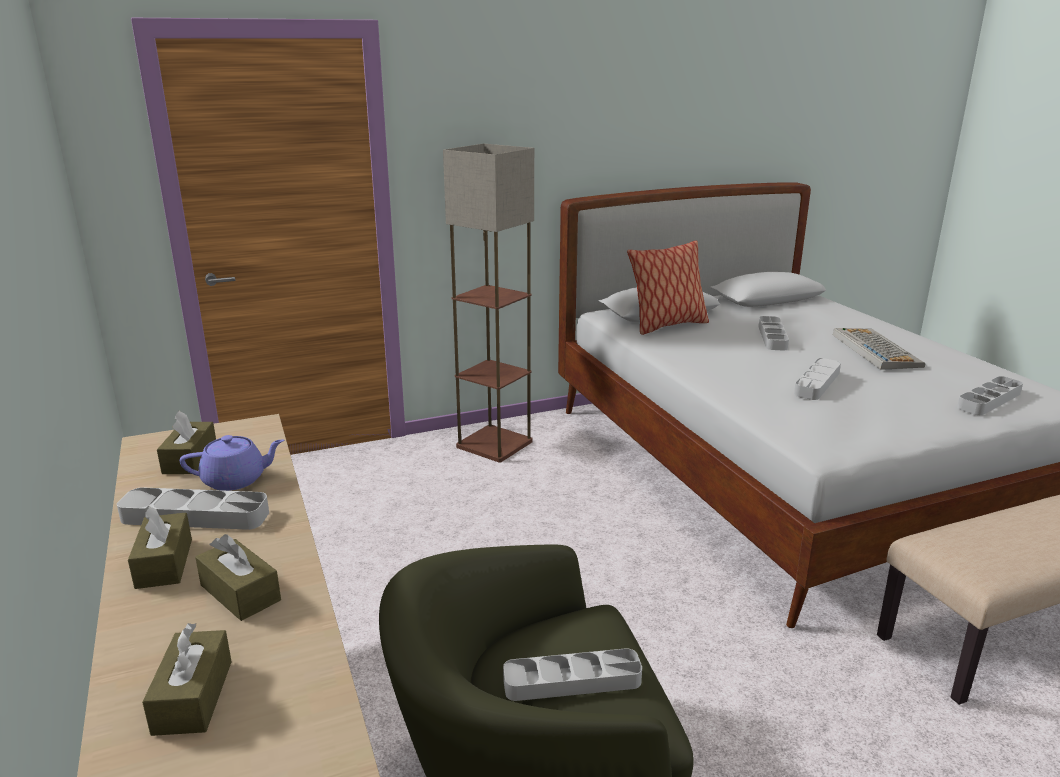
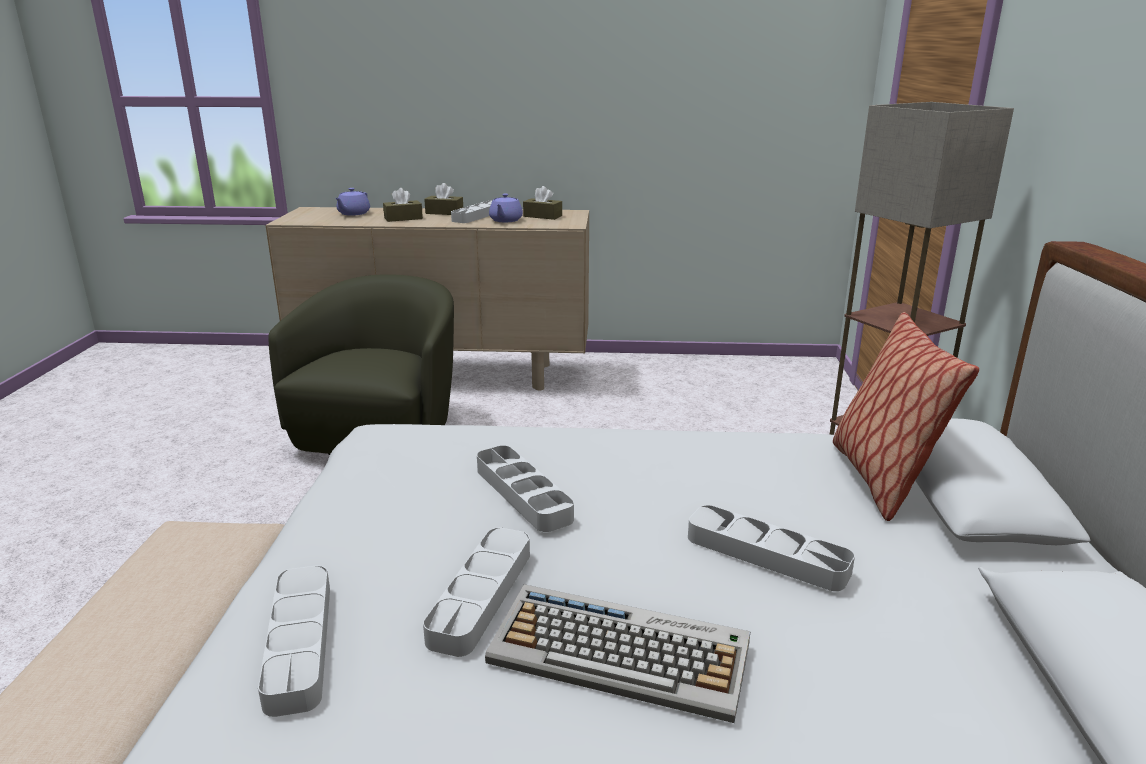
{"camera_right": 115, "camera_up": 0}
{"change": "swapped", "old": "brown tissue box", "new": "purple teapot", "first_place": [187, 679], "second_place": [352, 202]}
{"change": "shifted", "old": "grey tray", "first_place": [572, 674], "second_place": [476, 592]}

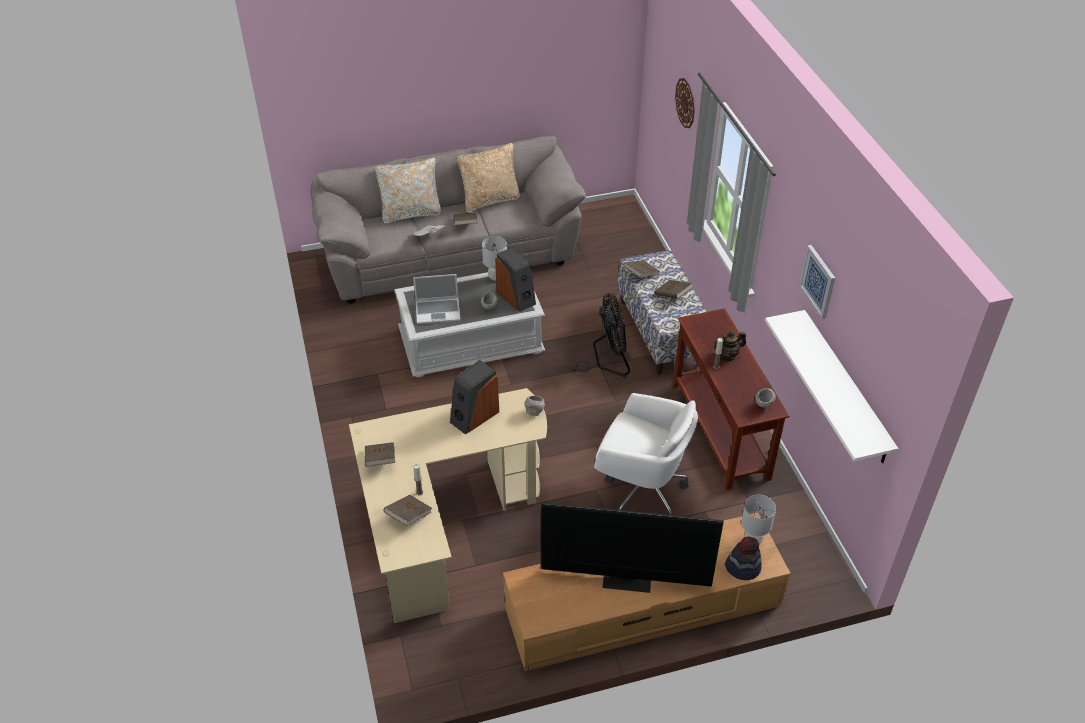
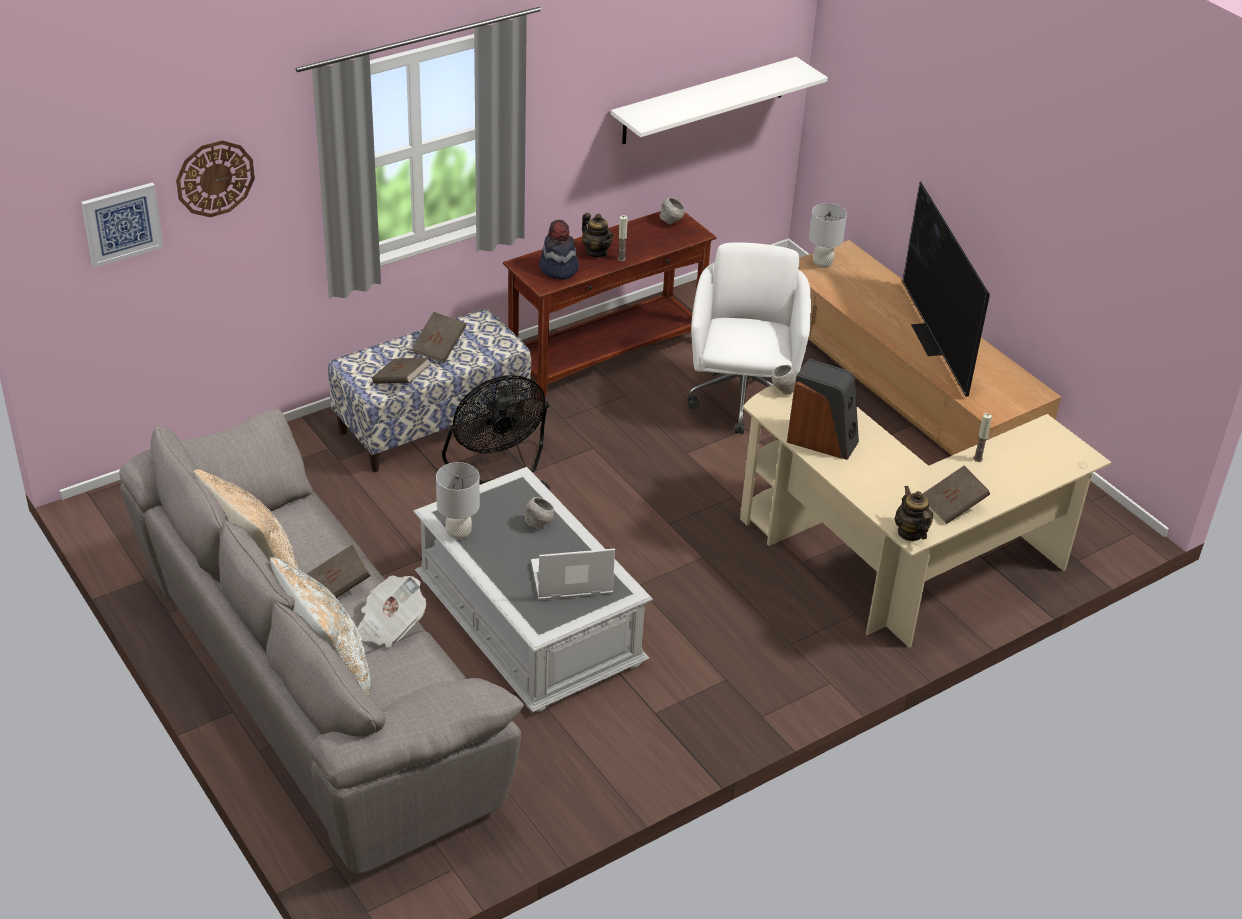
{"camera_right": -110, "camera_up": -5}
{"change": "shifted", "old": "picture", "first_place": [817, 282], "second_place": [122, 225]}
{"change": "rotated", "old": "laptop", "first_place": [436, 299], "second_place": [573, 574], "degrees": -75}
{"change": "shifted", "old": "hat", "first_place": [743, 558], "second_place": [559, 250]}
{"change": "new", "new": "teapot", "second_place": [914, 513]}
{"change": "gone", "old": "brown book", "first_place": [408, 510]}
{"change": "gone", "old": "speaker", "first_place": [515, 279]}

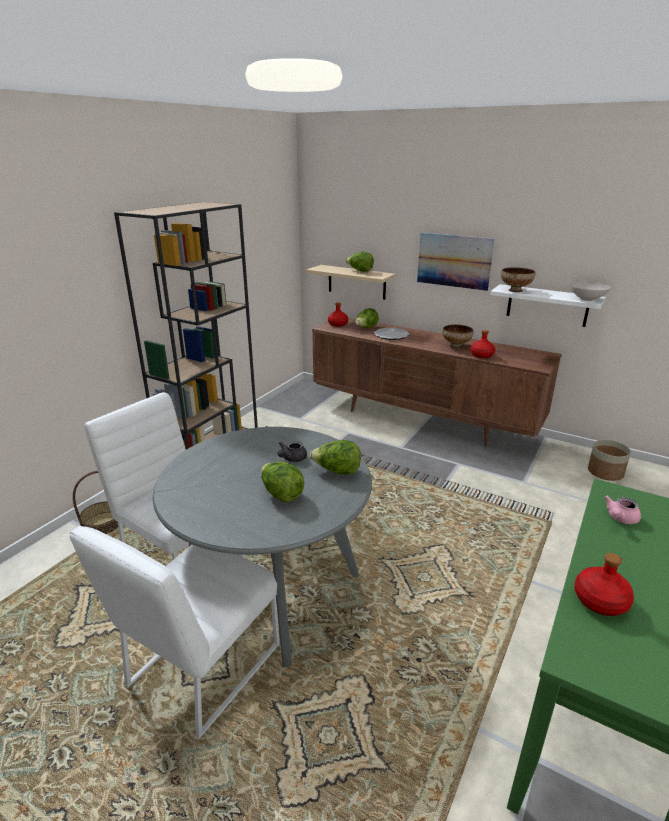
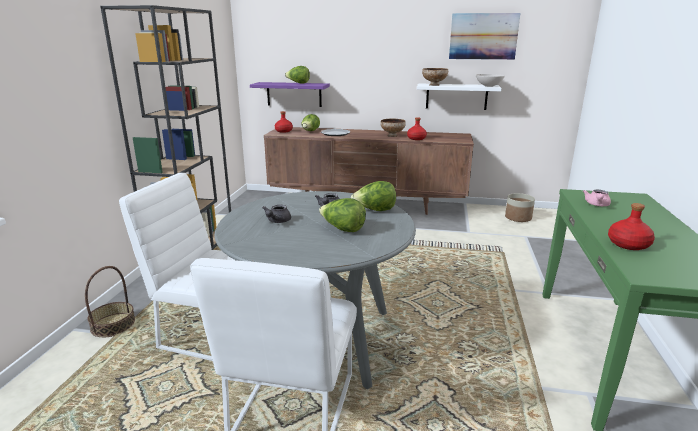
{"camera_right": -20, "camera_up": -5}
{"change": "repainted", "old": "beige shelf", "new": "purple shelf", "first_place": [351, 282], "second_place": [290, 94]}
{"change": "new", "new": "grey teapot", "second_place": [276, 214]}
{"change": "shifted", "old": "picture", "first_place": [455, 262], "second_place": [484, 36]}

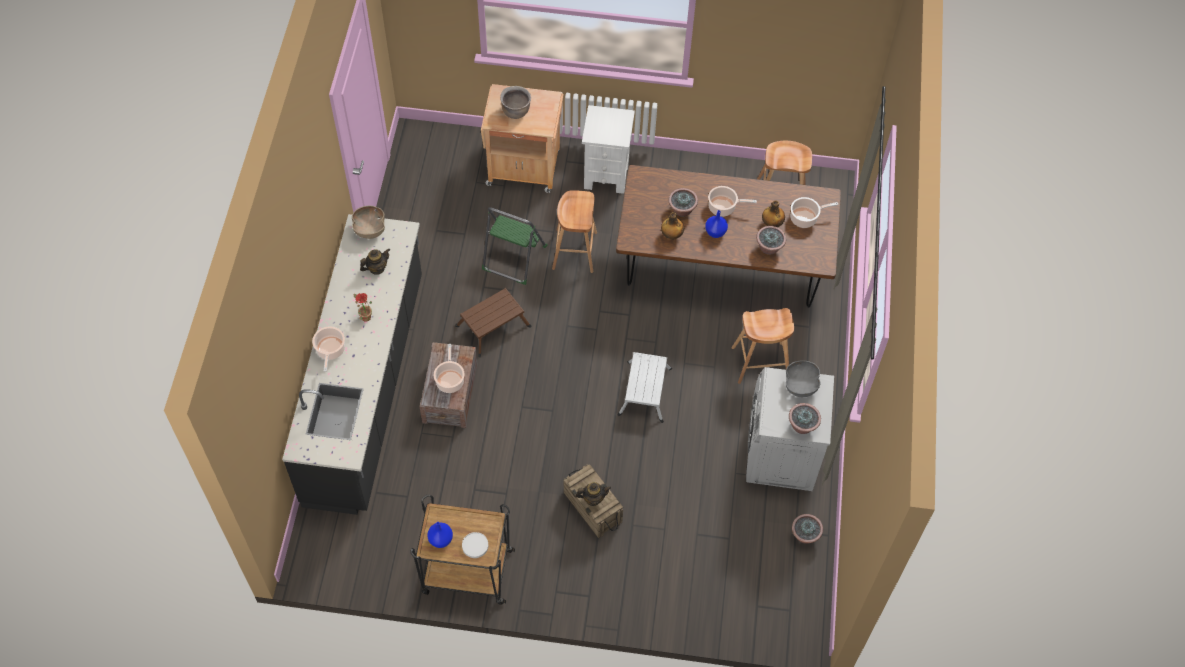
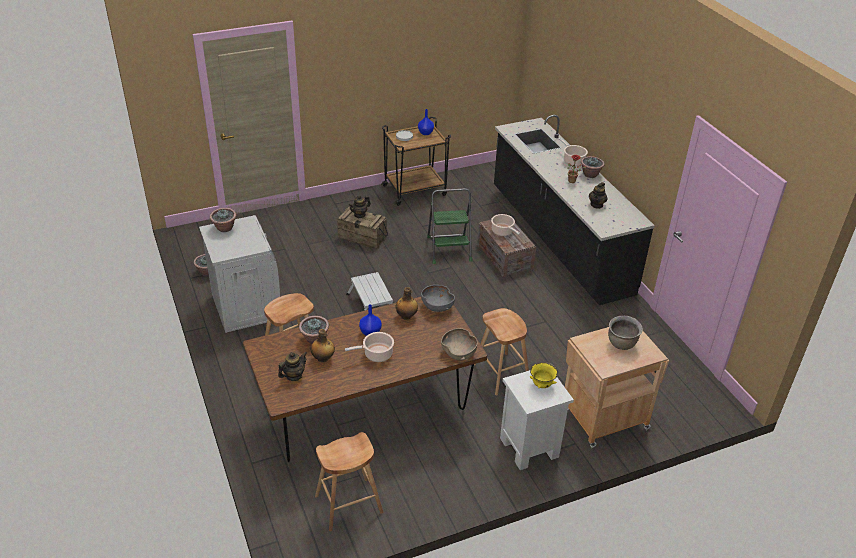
{"camera_right": 150, "camera_up": -20}
{"change": "swapped", "old": "cooking pot", "new": "teapot", "first_place": [814, 212], "second_place": [292, 366]}
{"change": "shifted", "old": "grey bowl", "first_place": [803, 378], "second_place": [438, 298]}
{"change": "shifted", "old": "green step ladder", "first_place": [515, 246], "second_place": [450, 226]}
{"change": "shifted", "old": "brown bowl", "first_place": [368, 222], "second_place": [459, 344]}
{"change": "new", "new": "yellow bowl", "second_place": [544, 375]}
{"change": "shifted", "old": "potted plant", "first_place": [683, 202], "second_place": [593, 167]}
{"change": "gone", "old": "brown step ladder", "first_place": [493, 322]}

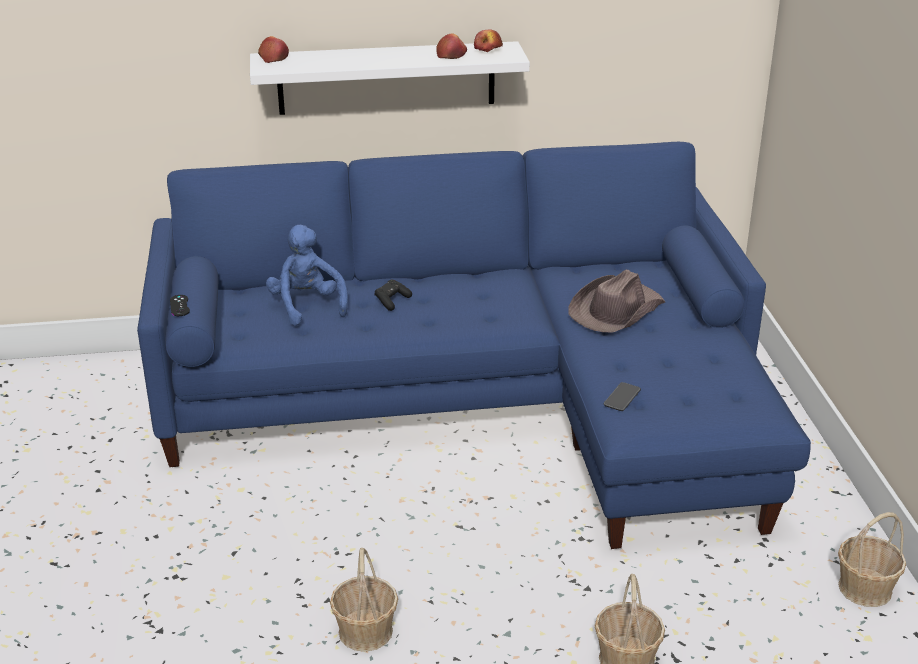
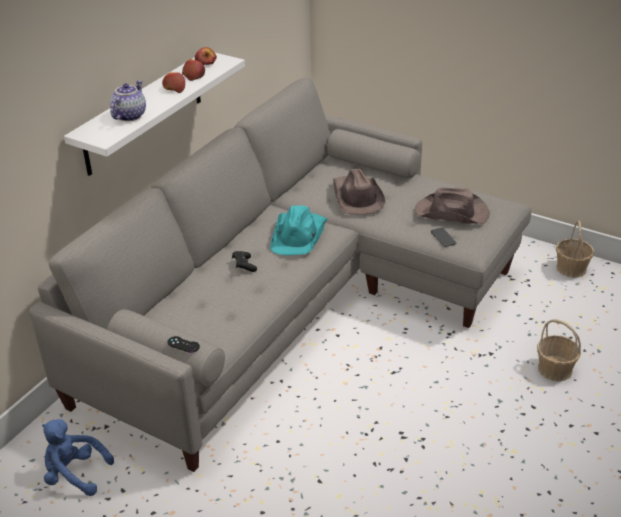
{"camera_right": -50, "camera_up": 5}
{"change": "repainted", "old": "blue sofa", "new": "grey sofa", "first_place": [474, 345], "second_place": [280, 275]}
{"change": "shifted", "old": "blue plush toy", "first_place": [307, 275], "second_place": [78, 457]}
{"change": "new", "new": "teapot", "second_place": [128, 100]}
{"change": "shifted", "old": "apple", "first_place": [273, 49], "second_place": [173, 82]}
{"change": "new", "new": "turquoise hat", "second_place": [299, 230]}
{"change": "new", "new": "brown hat", "second_place": [452, 206]}
{"change": "gone", "old": "basket", "first_place": [364, 600]}

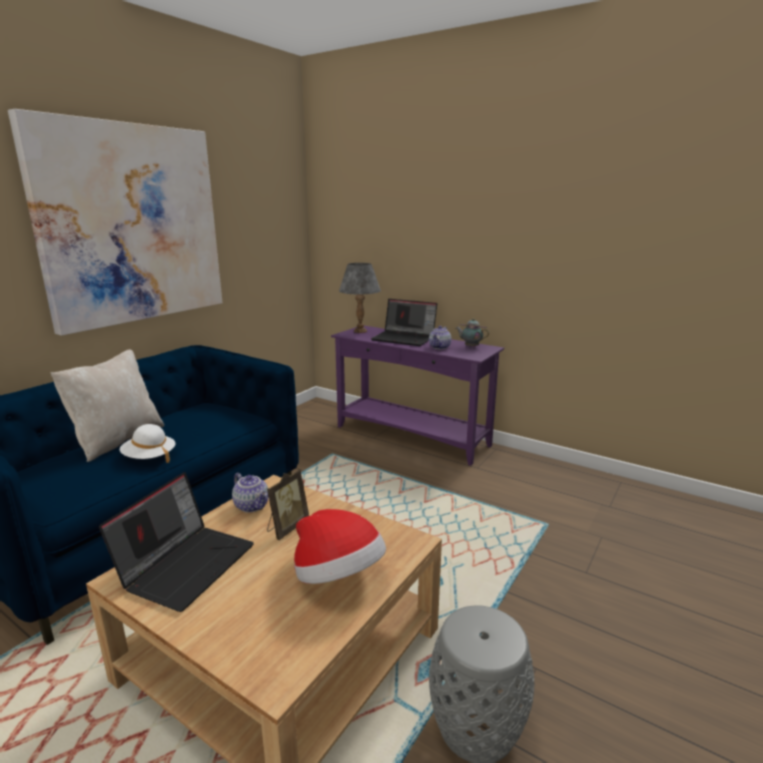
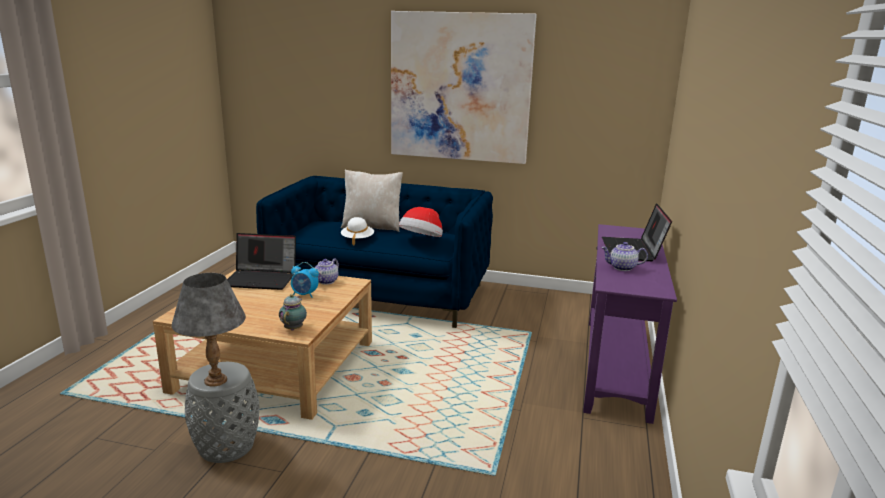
{"camera_right": 70, "camera_up": 0}
{"change": "shifted", "old": "grey table lamp", "first_place": [360, 298], "second_place": [209, 330]}
{"change": "shifted", "old": "teapot", "first_place": [472, 332], "second_place": [293, 312]}
{"change": "swapped", "old": "picture frame", "new": "alarm clock", "first_place": [288, 504], "second_place": [305, 280]}
{"change": "shifted", "old": "hat", "first_place": [340, 546], "second_place": [421, 222]}

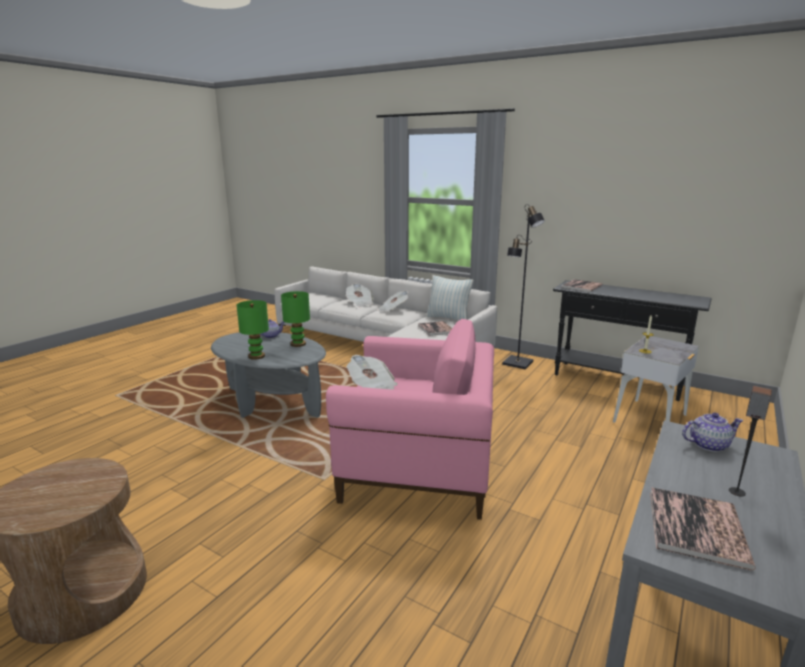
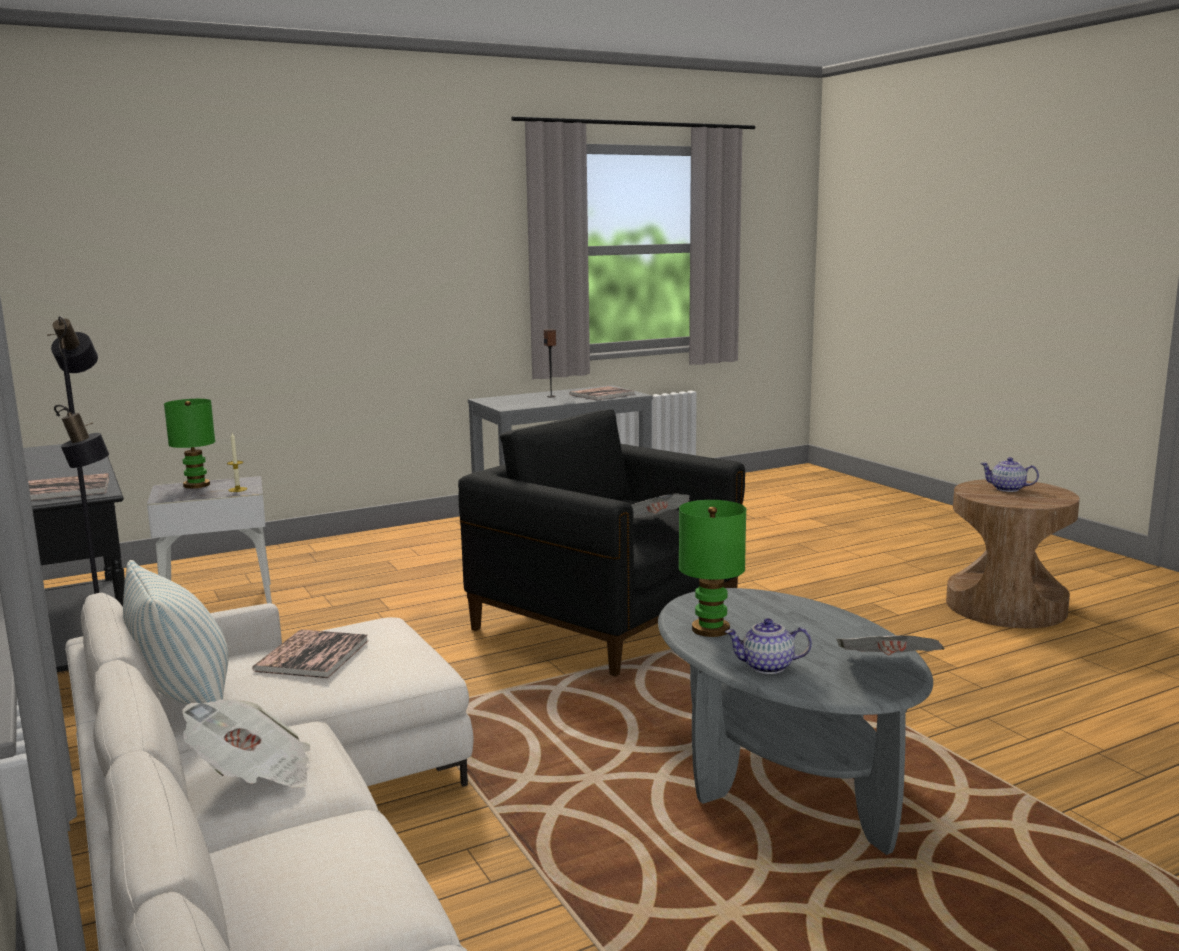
{"camera_right": -150, "camera_up": -5}
{"change": "shifted", "old": "green table lamp", "first_place": [252, 330], "second_place": [189, 443]}
{"change": "repainted", "old": "pink armchair", "new": "black armchair", "first_place": [410, 419], "second_place": [601, 543]}
{"change": "shifted", "old": "newspaper", "first_place": [359, 295], "second_place": [890, 645]}
{"change": "shifted", "old": "teapot", "first_place": [713, 432], "second_place": [1009, 474]}

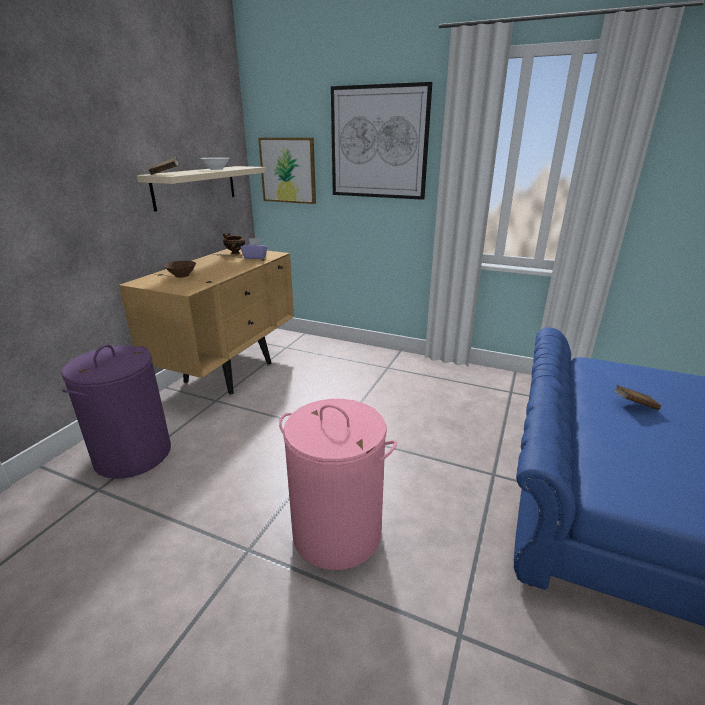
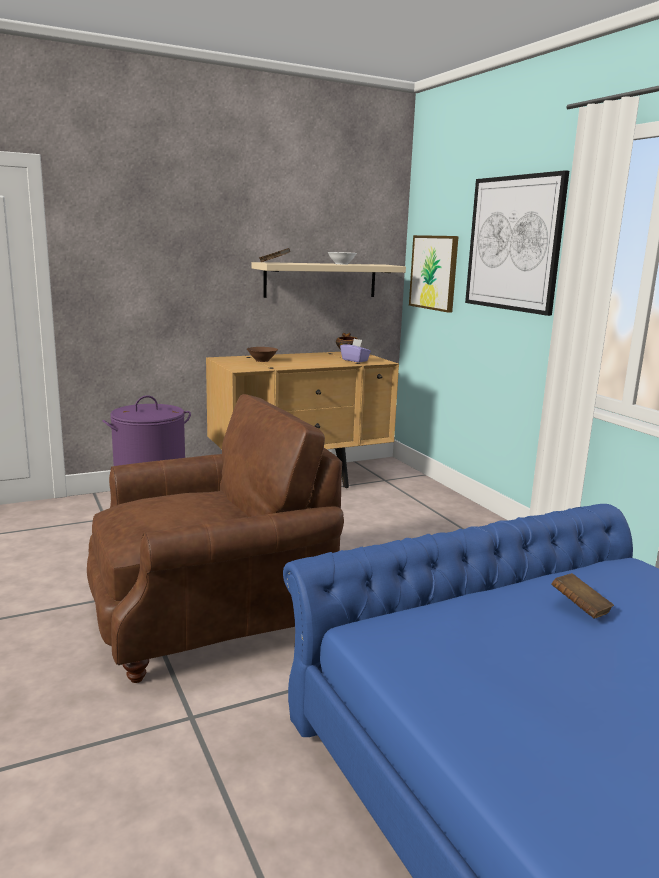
{"camera_right": 40, "camera_up": -10}
{"change": "swapped", "old": "pink laundry basket", "new": "brown armchair", "first_place": [338, 484], "second_place": [215, 538]}

